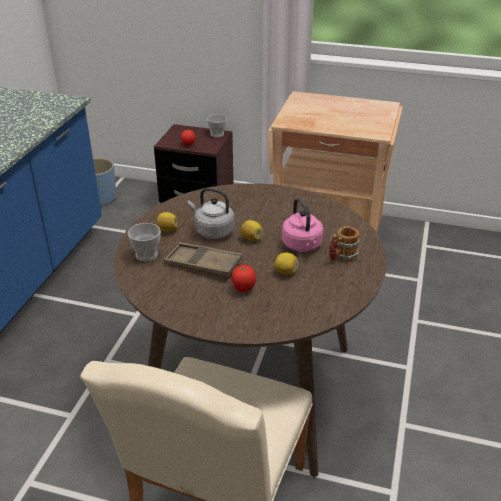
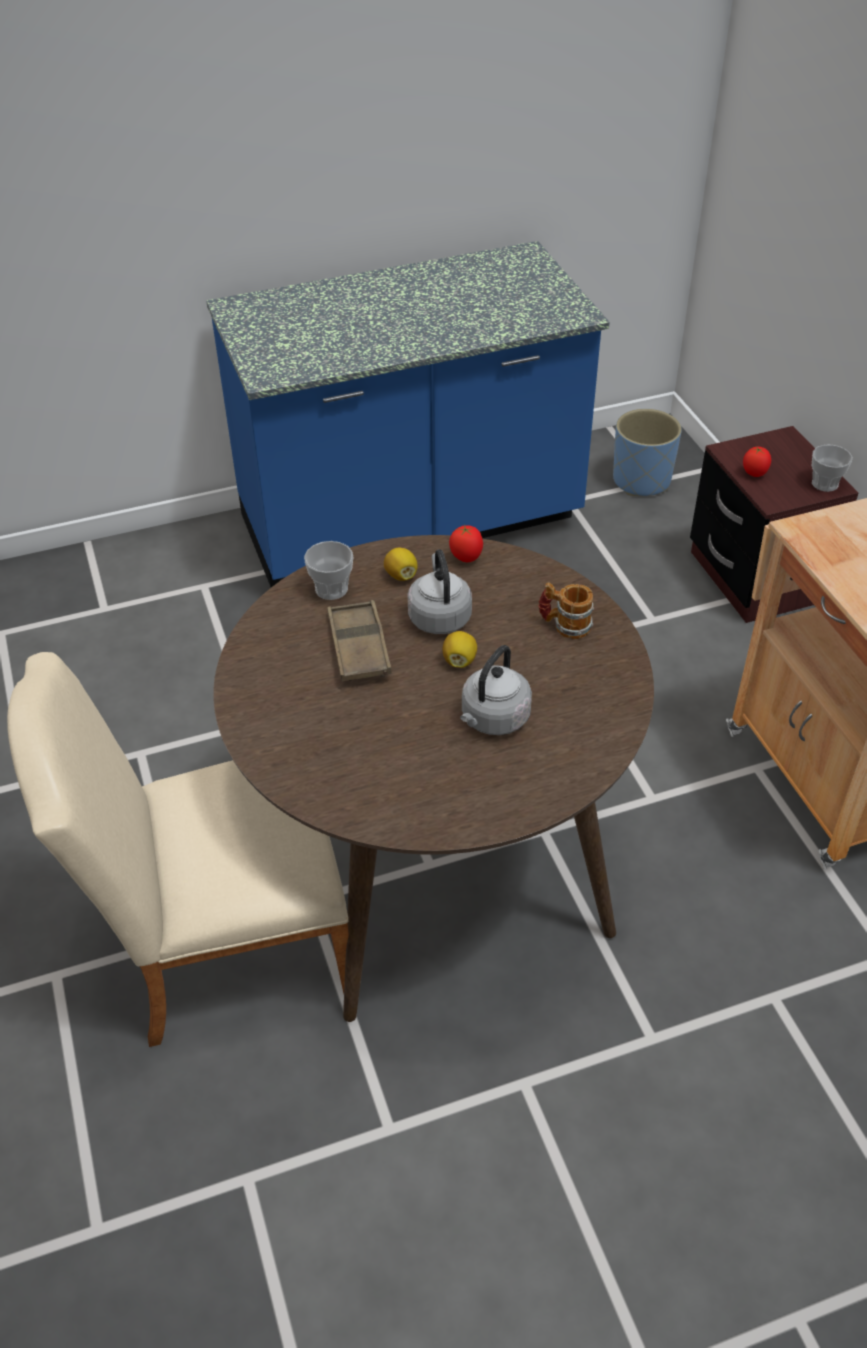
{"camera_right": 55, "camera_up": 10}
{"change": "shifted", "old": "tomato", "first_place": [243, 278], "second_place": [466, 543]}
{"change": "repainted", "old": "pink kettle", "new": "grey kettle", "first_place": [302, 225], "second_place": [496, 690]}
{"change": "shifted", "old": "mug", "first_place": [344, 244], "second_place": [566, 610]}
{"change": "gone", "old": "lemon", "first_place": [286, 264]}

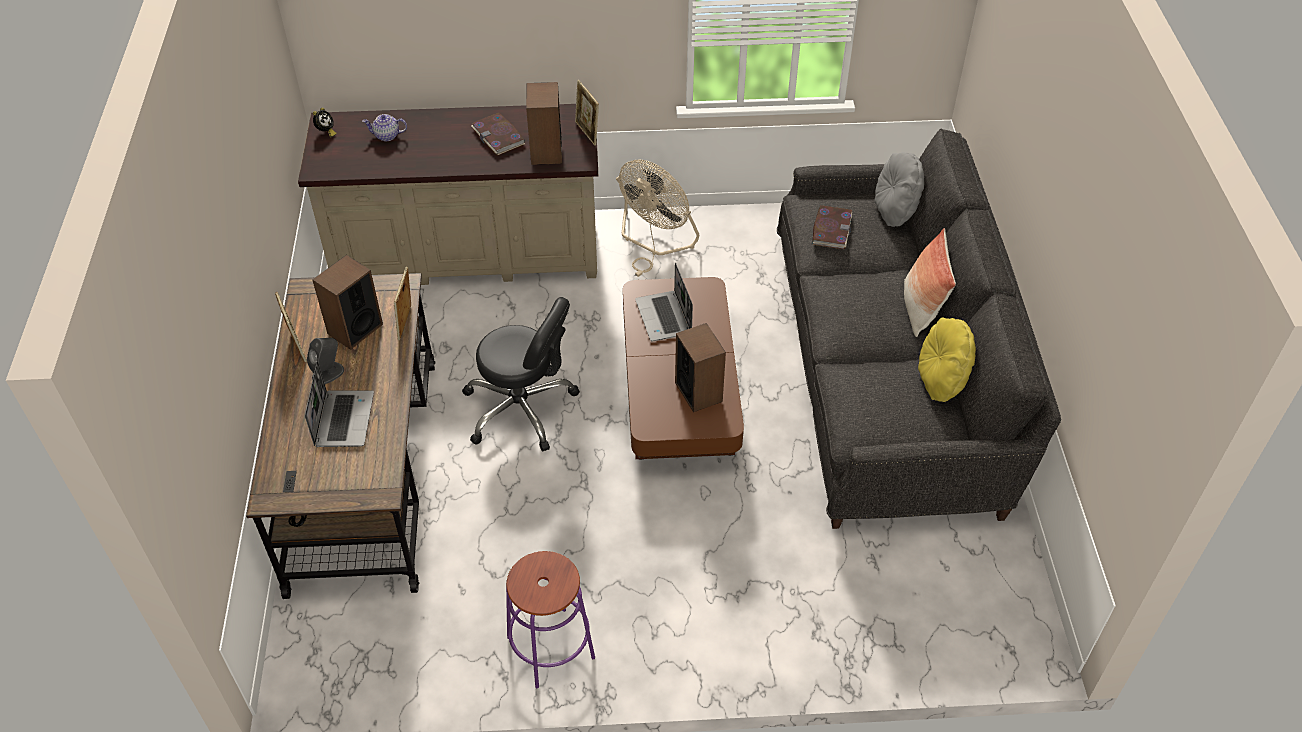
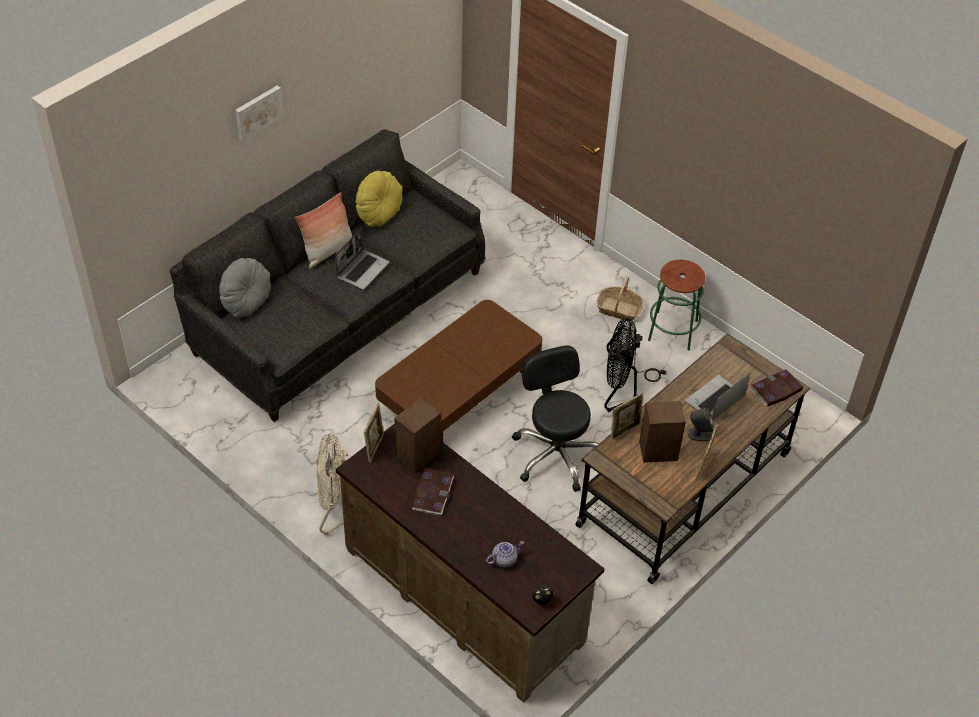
{"camera_right": -135, "camera_up": 0}
{"change": "new", "new": "picture", "second_place": [259, 113]}
{"change": "shifted", "old": "laptop", "first_place": [664, 302], "second_place": [362, 259]}
{"change": "rotated", "old": "teapot", "first_place": [385, 127], "second_place": [505, 554], "degrees": -75}
{"change": "new", "new": "basket", "second_place": [619, 299]}
{"change": "new", "new": "black fan", "second_place": [636, 365]}
{"change": "repainted", "old": "purple stool", "new": "green stool", "first_place": [550, 619], "second_place": [676, 305]}
{"change": "shifted", "old": "book", "first_place": [832, 227], "second_place": [776, 388]}
{"change": "gone", "old": "speaker", "first_place": [700, 367]}

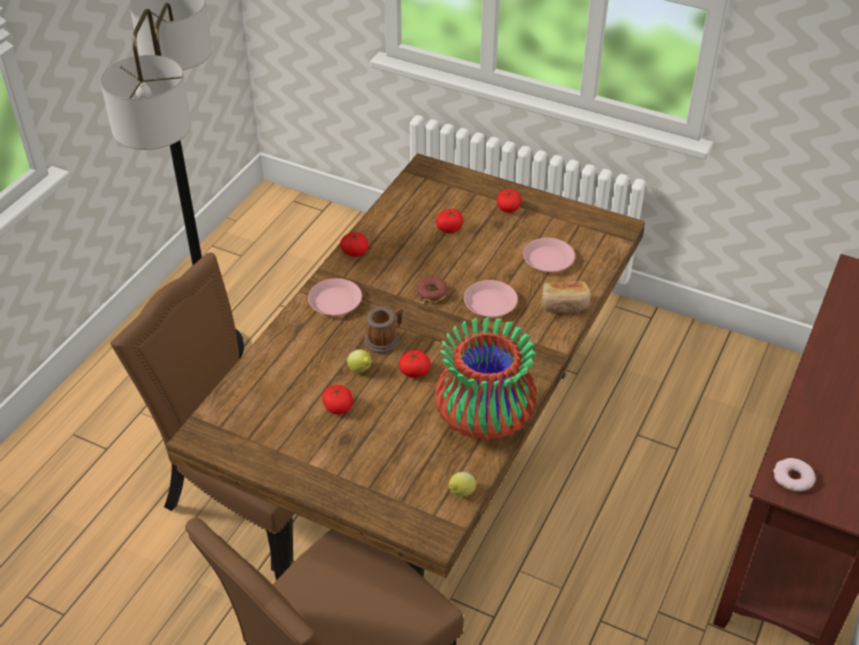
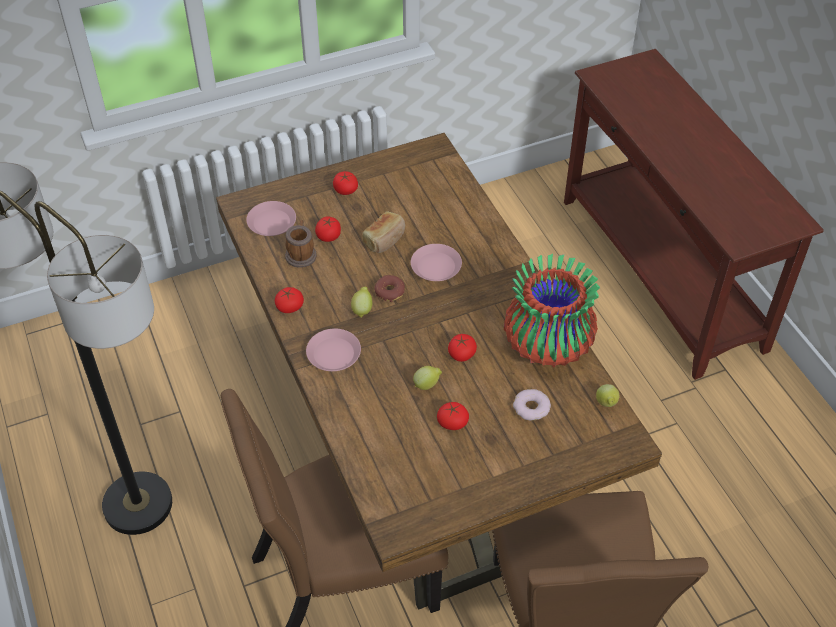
{"camera_right": -50, "camera_up": 5}
{"change": "shifted", "old": "pink plate", "first_place": [549, 255], "second_place": [271, 218]}
{"change": "shifted", "old": "mug", "first_place": [383, 330], "second_place": [301, 244]}
{"change": "new", "new": "lemon", "second_place": [361, 302]}
{"change": "shifted", "old": "bread", "first_place": [566, 297], "second_place": [383, 232]}
{"change": "shifted", "old": "donut", "first_place": [794, 475], "second_place": [532, 404]}

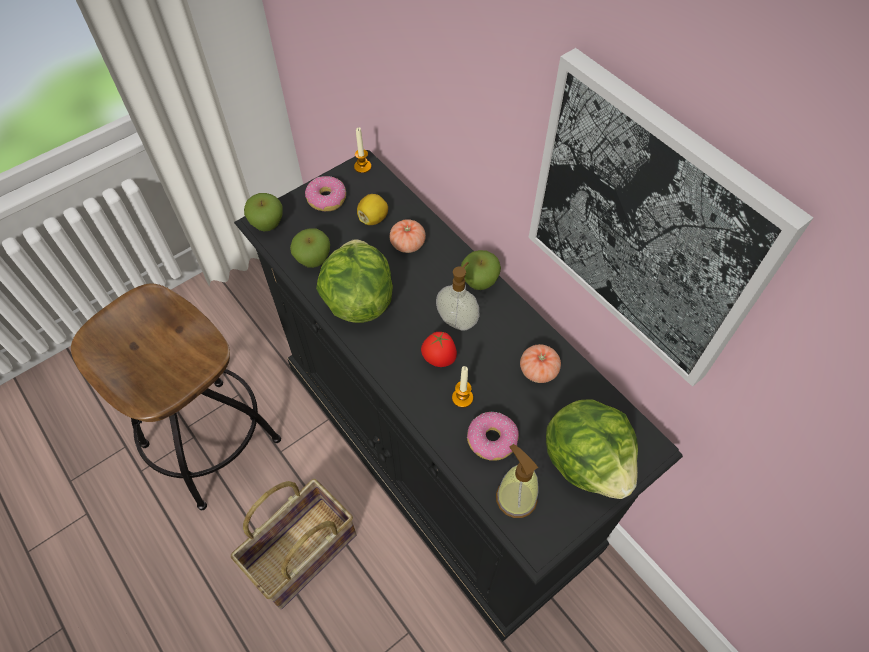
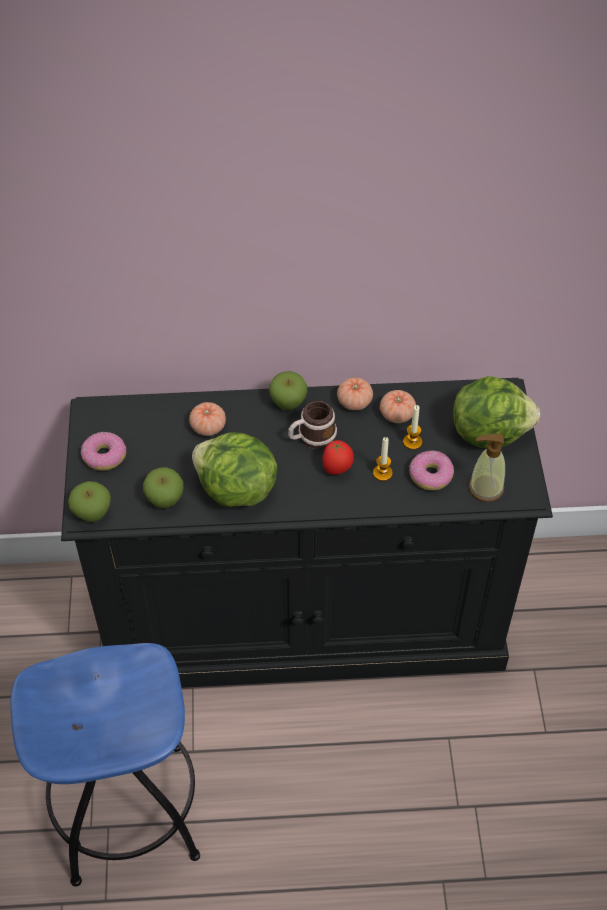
{"camera_right": -55, "camera_up": -5}
{"change": "repainted", "old": "brown stool", "new": "blue stool", "first_place": [176, 396], "second_place": [105, 765]}
{"change": "swapped", "old": "soap dispenser", "new": "mug", "first_place": [458, 296], "second_place": [312, 425]}
{"change": "new", "new": "tomato", "second_place": [355, 393]}
{"change": "shifted", "old": "candle", "first_place": [362, 150], "second_place": [412, 427]}
{"change": "gone", "old": "basket", "first_place": [293, 544]}
{"change": "gone", "old": "lemon", "first_place": [372, 209]}
{"change": "gone", "old": "picture", "first_place": [670, 217]}

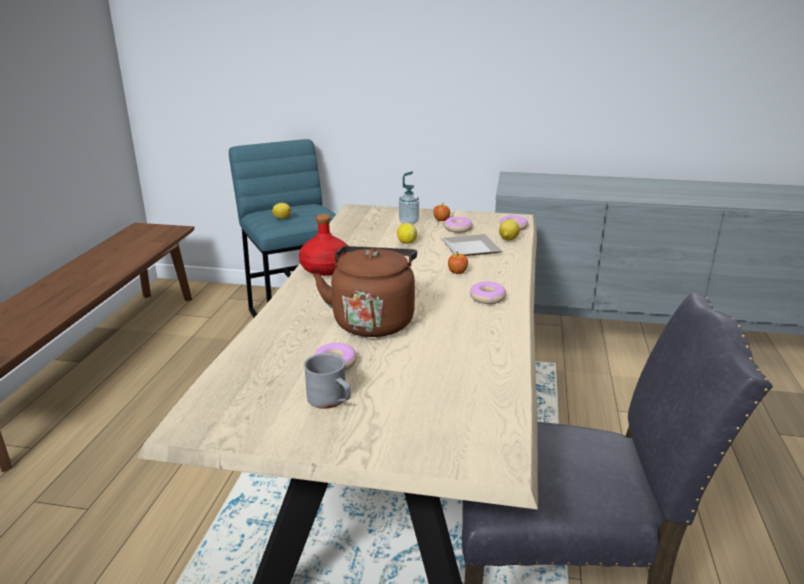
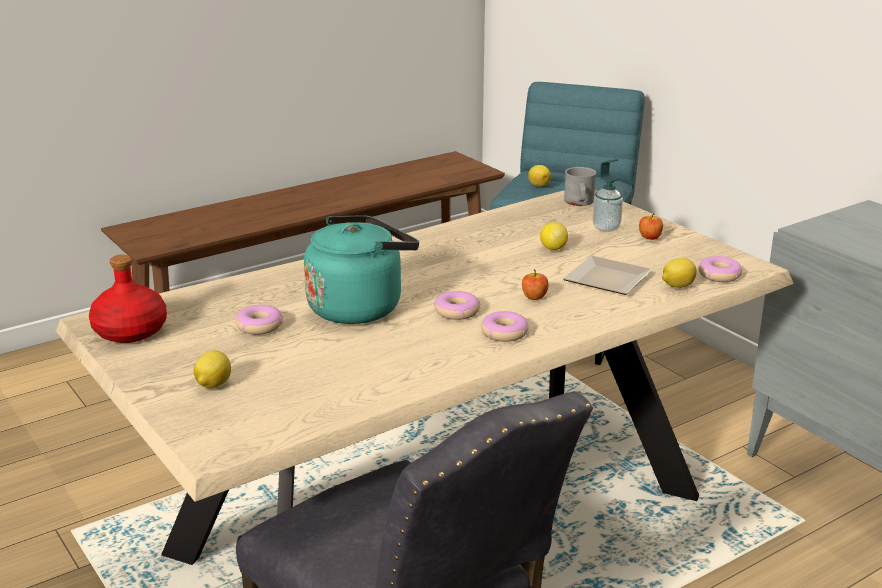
{"camera_right": 45, "camera_up": 0}
{"change": "shifted", "old": "red bottle", "first_place": [323, 245], "second_place": [128, 298]}
{"change": "new", "new": "lemon", "second_place": [212, 369]}
{"change": "repainted", "old": "brown kettle", "new": "turquoise kettle", "first_place": [365, 291], "second_place": [361, 270]}
{"change": "shifted", "old": "donut", "first_place": [458, 225], "second_place": [457, 305]}
{"change": "shifted", "old": "grey mug", "first_place": [327, 381], "second_place": [580, 186]}

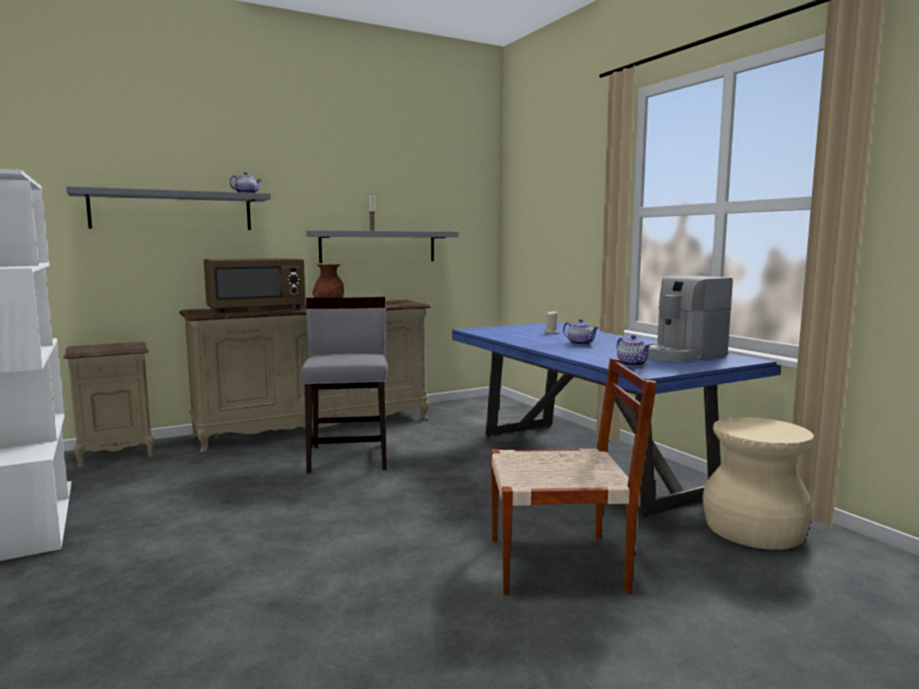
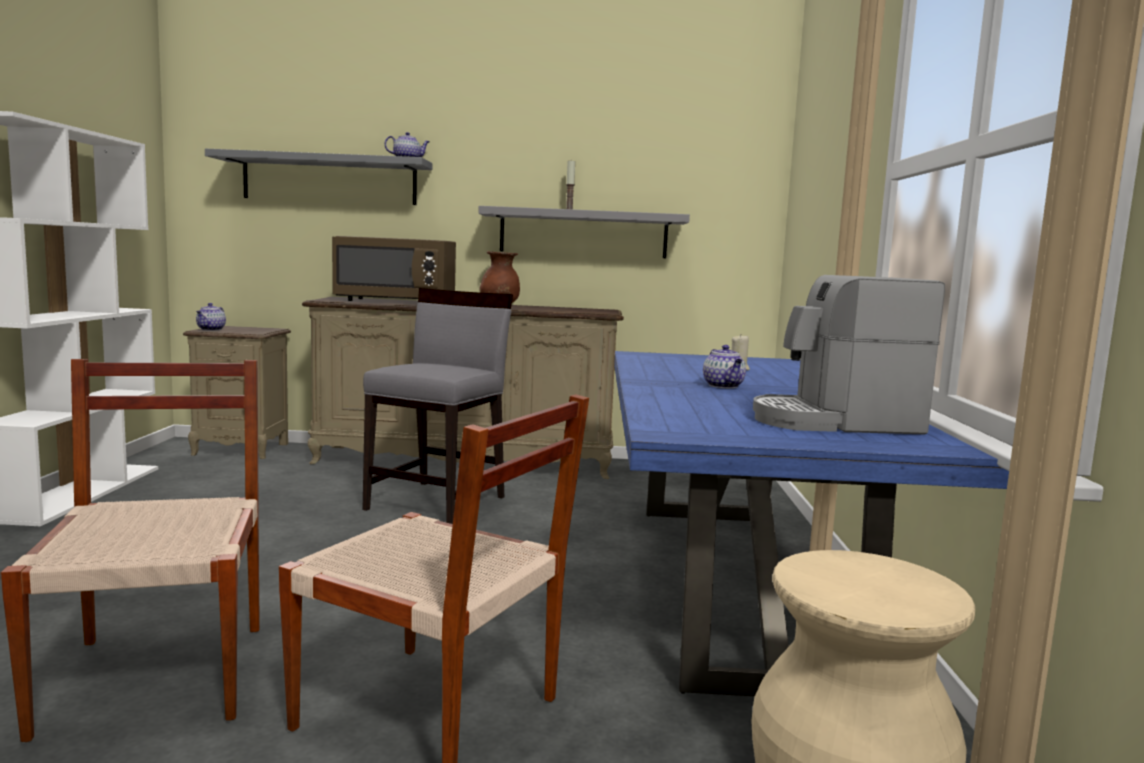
{"camera_right": 30, "camera_up": 0}
{"change": "new", "new": "chair", "second_place": [130, 550]}
{"change": "shifted", "old": "teapot", "first_place": [633, 350], "second_place": [211, 317]}

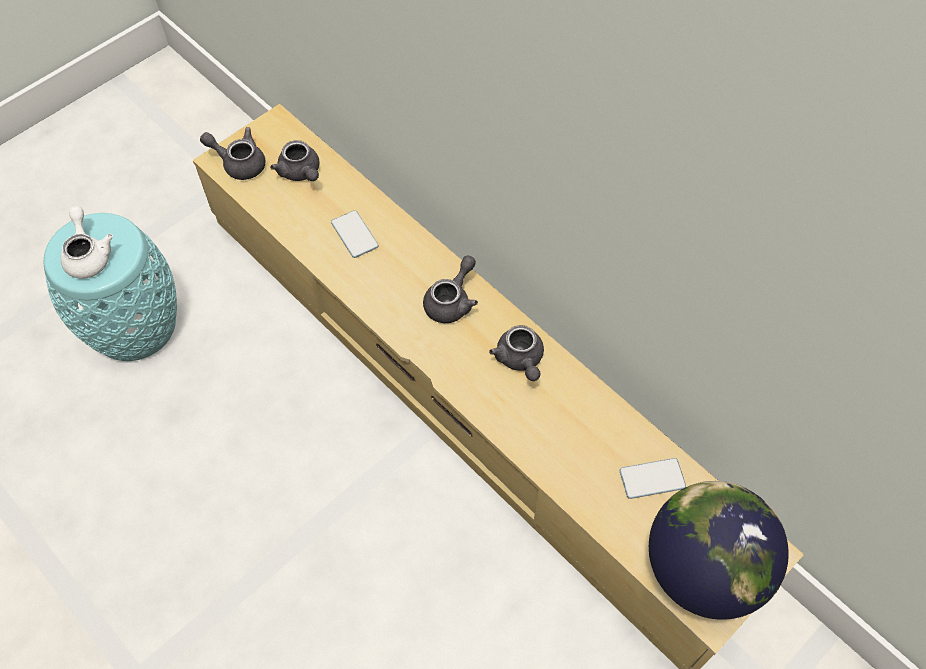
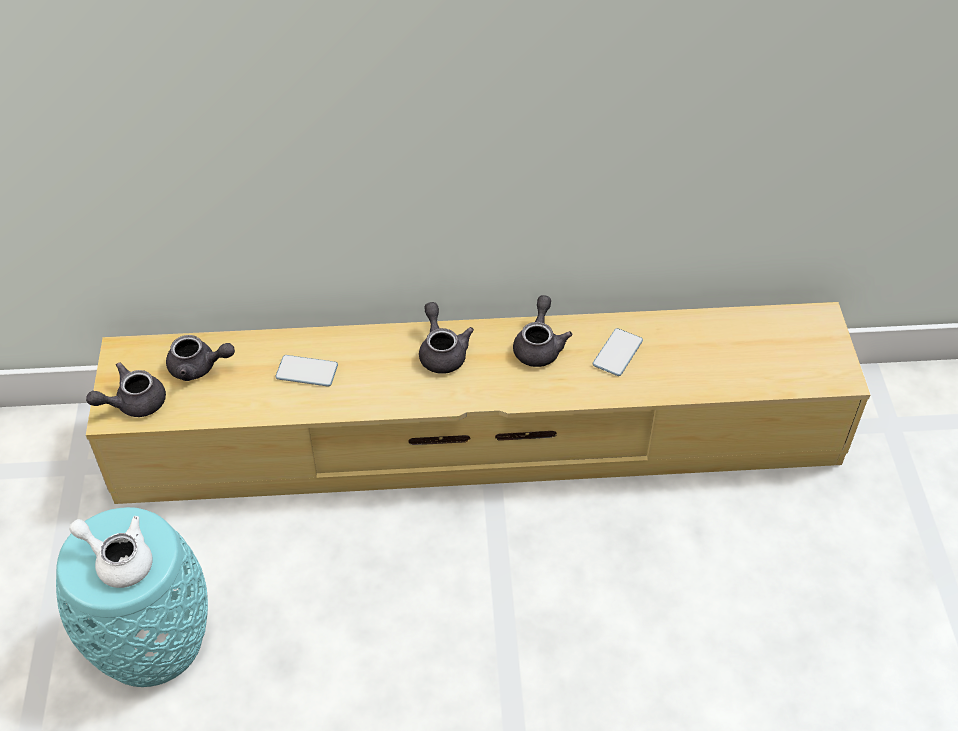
{"camera_right": -50, "camera_up": -10}
{"change": "rotated", "old": "grey teapot", "first_place": [516, 353], "second_place": [543, 331], "degrees": -105}
{"change": "shifted", "old": "phone", "first_place": [653, 478], "second_place": [618, 352]}
{"change": "gone", "old": "globe", "first_place": [719, 550]}

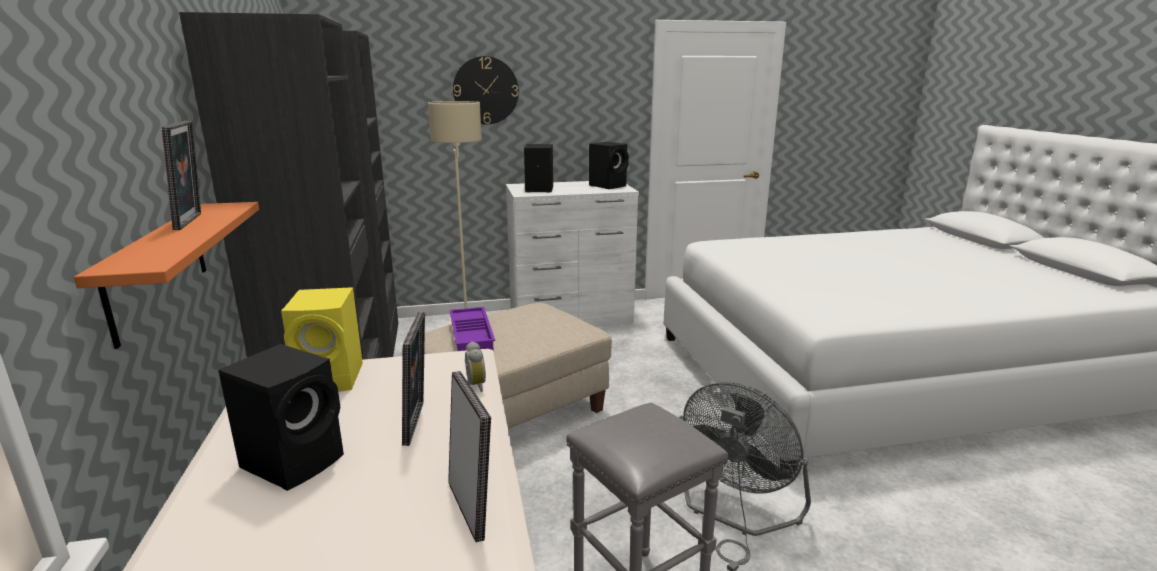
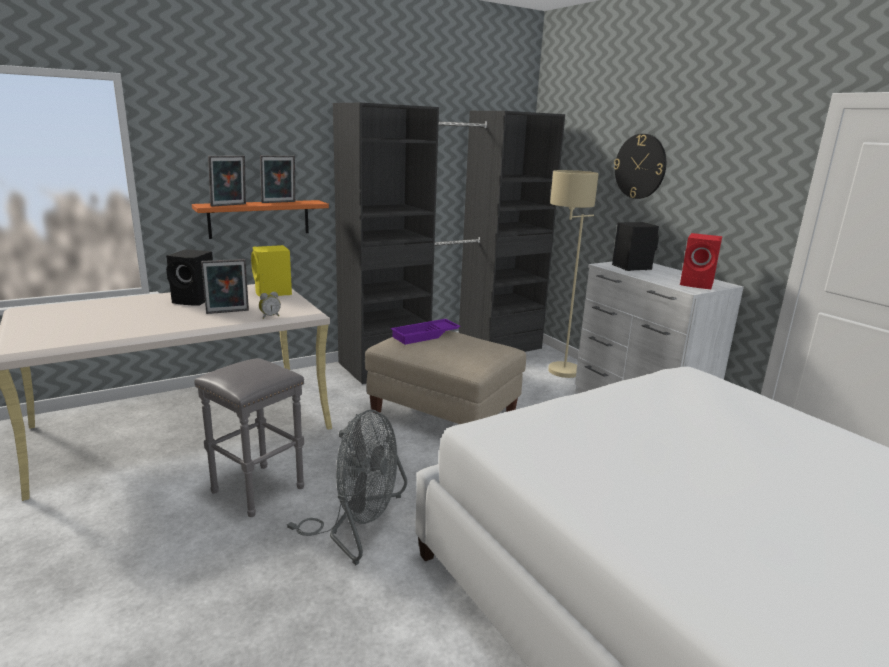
{"camera_right": 70, "camera_up": 0}
{"change": "shifted", "old": "picture frame", "first_place": [469, 456], "second_place": [227, 181]}
{"change": "repainted", "old": "black speaker", "new": "red speaker", "first_place": [609, 165], "second_place": [701, 261]}

